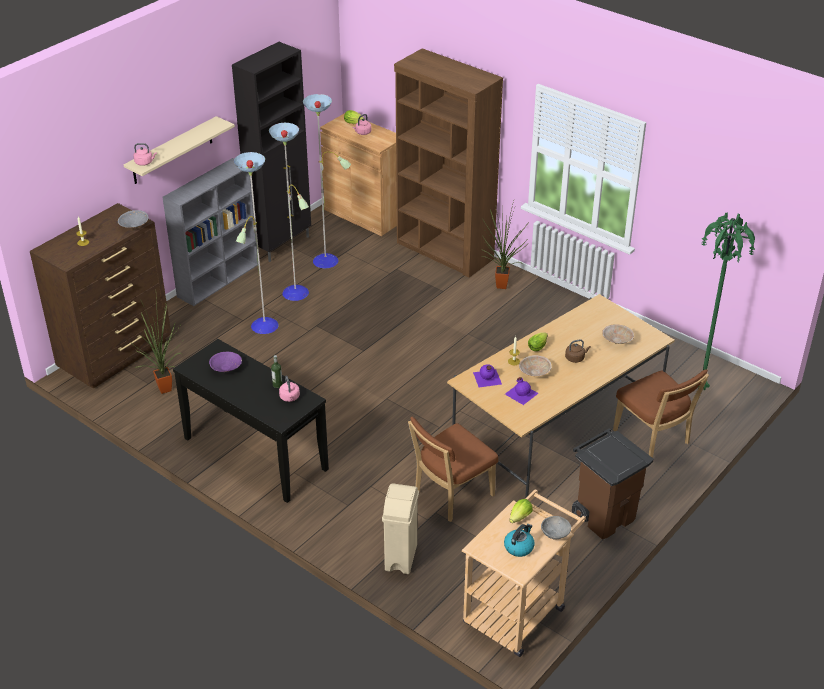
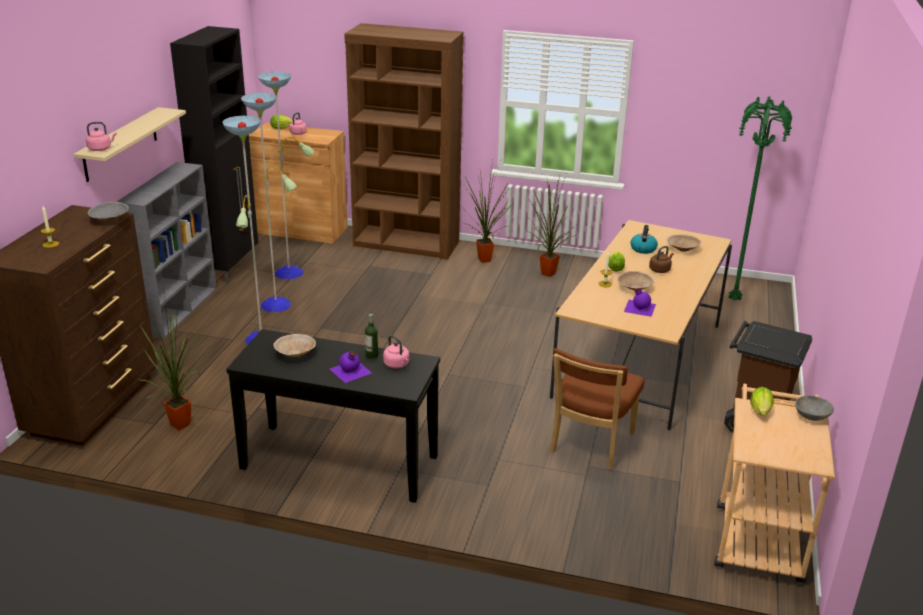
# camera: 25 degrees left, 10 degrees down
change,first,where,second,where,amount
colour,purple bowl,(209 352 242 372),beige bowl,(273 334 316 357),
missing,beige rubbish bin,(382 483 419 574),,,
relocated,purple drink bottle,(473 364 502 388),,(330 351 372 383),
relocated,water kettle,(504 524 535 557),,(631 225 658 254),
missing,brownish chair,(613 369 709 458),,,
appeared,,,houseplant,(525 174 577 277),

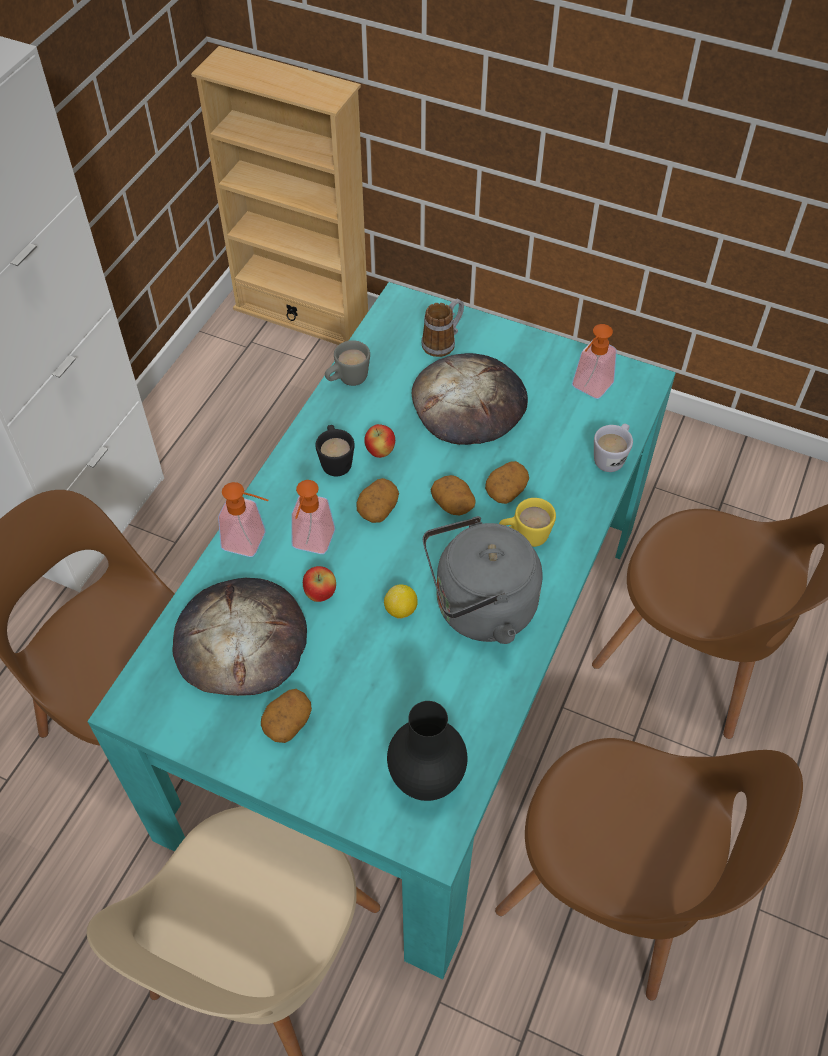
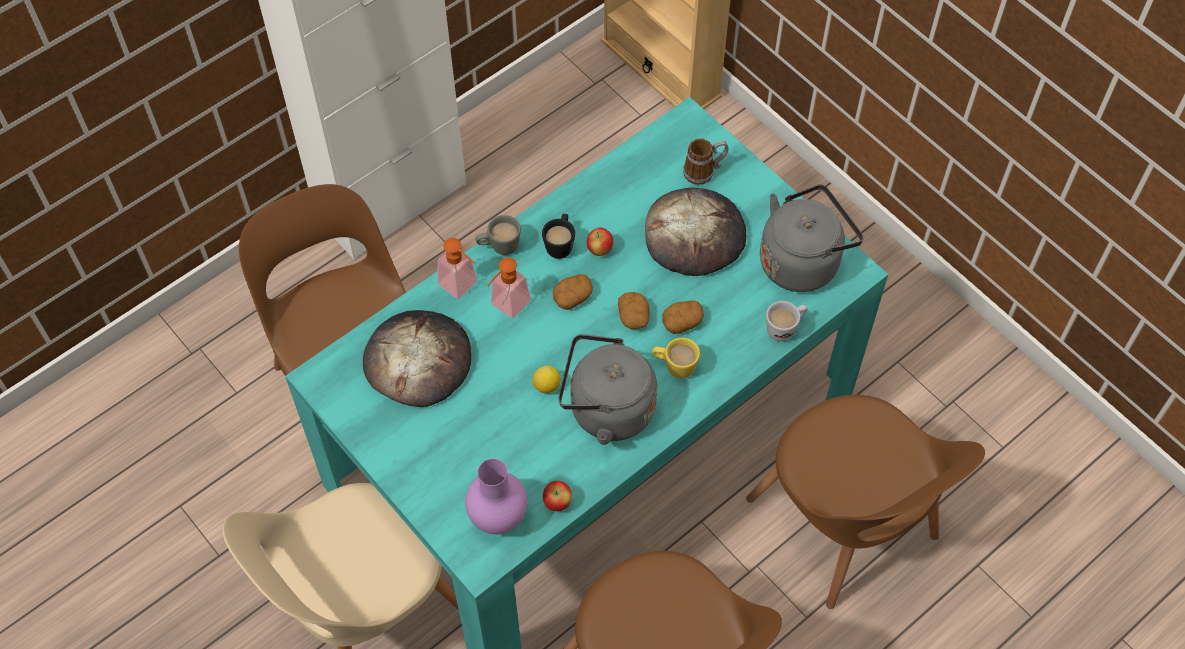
# camera: 25 degrees right, 5 degrees up
change,first,where,second,where,amount
missing,spud,(261 689 312 743),,,
relocated,apple fruit,(303 566 336 602),,(543 481 572 511),
relocated,gray tea mug,(325 340 370 386),,(475 215 521 255),
colour,black vase,(387 701 468 801),purple vase,(465 459 528 534),
exchanged,soap bottle,(572 324 617 399),gray water kettle,(760 184 864 292),

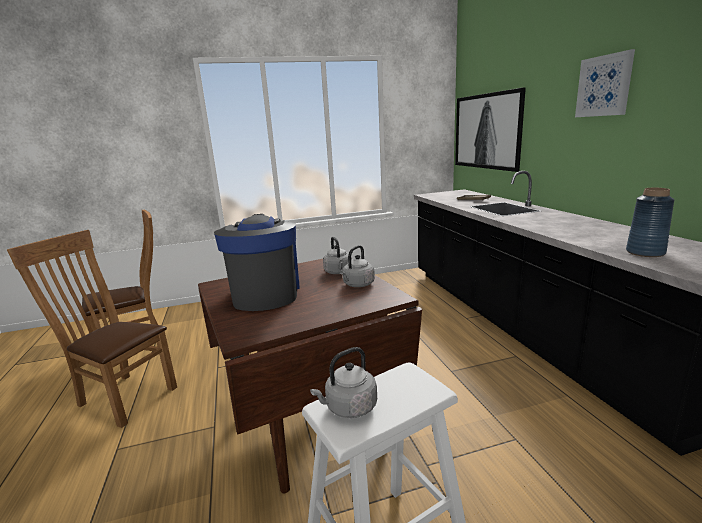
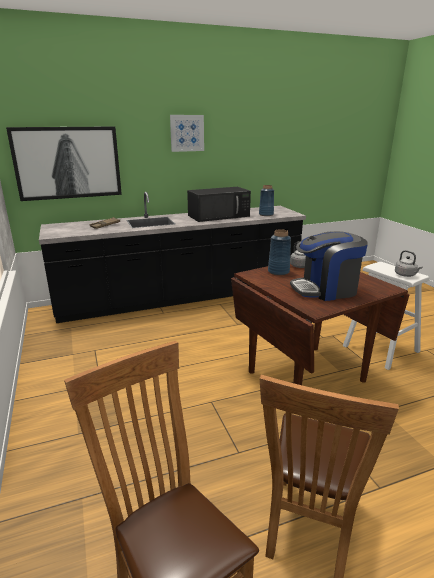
# camera: 95 degrees left, 5 degrees up
change,first,where,second,where,amount
exchanged,gray water kettle,(323 237 352 274),bluish vase,(268 229 291 275),
appeared,,,black microwave oven,(187 187 251 222),

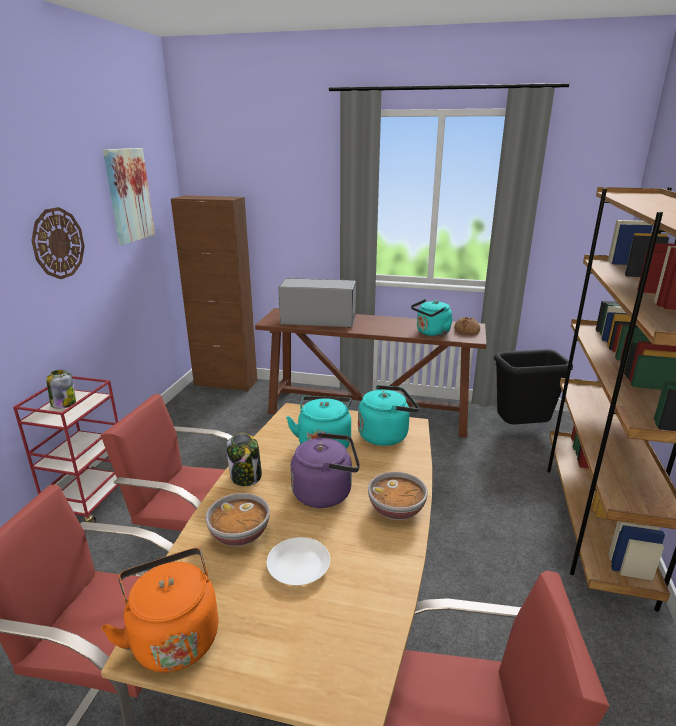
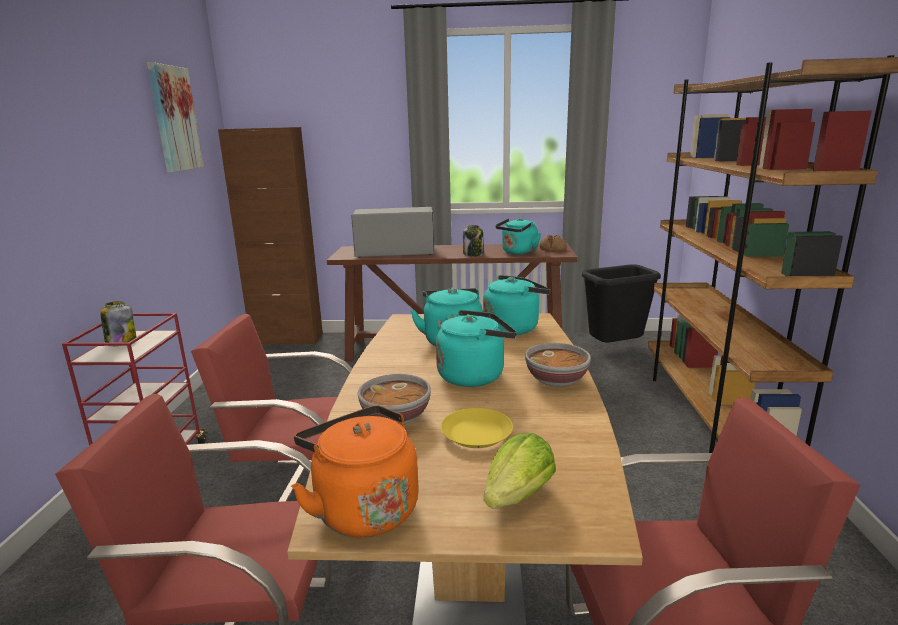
# camera: 10 degrees left, 5 degrees down
change,first,where,second,where,amount
missing,clock on the wall,(31 207 85 279),,,
relocated,storage jar,(226 433 262 486),,(463 225 483 257),
colour,white dinner plate,(267 537 330 585),yellowish dinner plate,(441 408 513 448),
colour,purple water kettle,(291 433 360 508),turquoise-coloured water kettle,(436 310 517 387),
appeared,,,head of lettuce,(484 433 556 509),

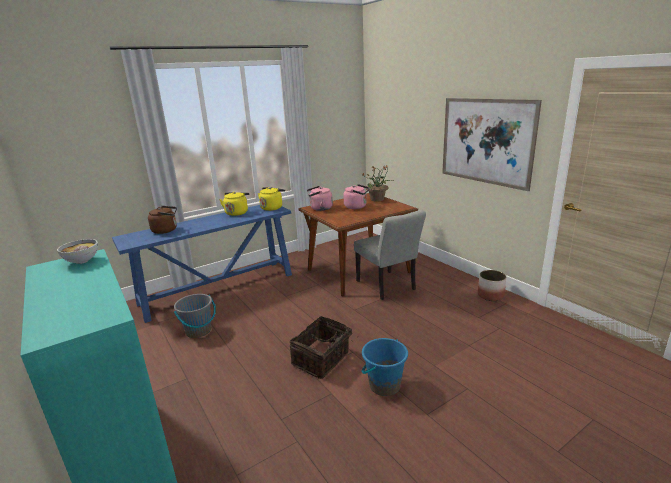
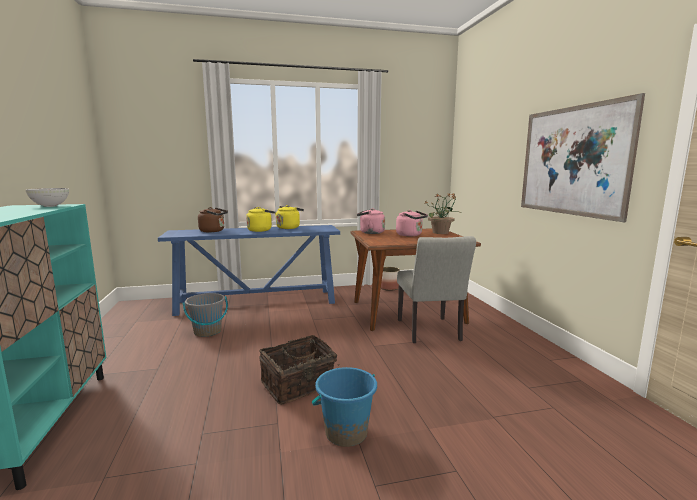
# camera: 20 degrees right, 10 degrees down
change,first,where,second,where,amount
relocated,yellowish water kettle,(258 187 285 211),,(246 207 275 232),
relocated,flower pot,(478 270 506 301),,(381 267 400 291),

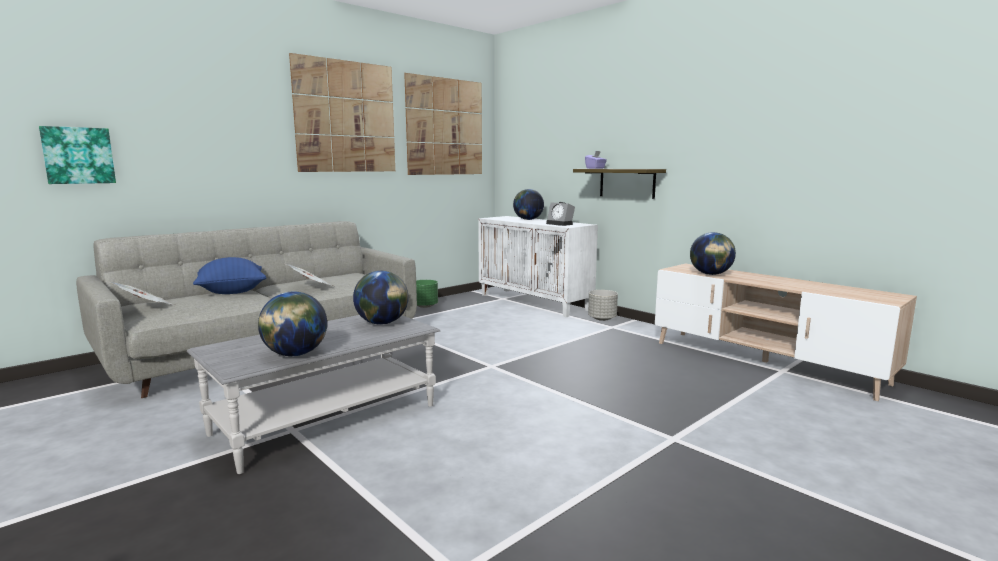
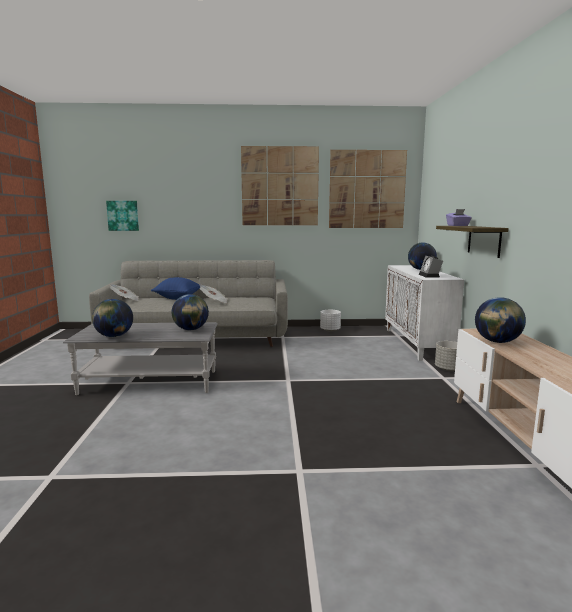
# camera: 40 degrees right, 0 degrees up
change,first,where,second,where,amount
colour,green-coloured flower pot,(416 280 438 308),white flower pot,(320 310 341 332),

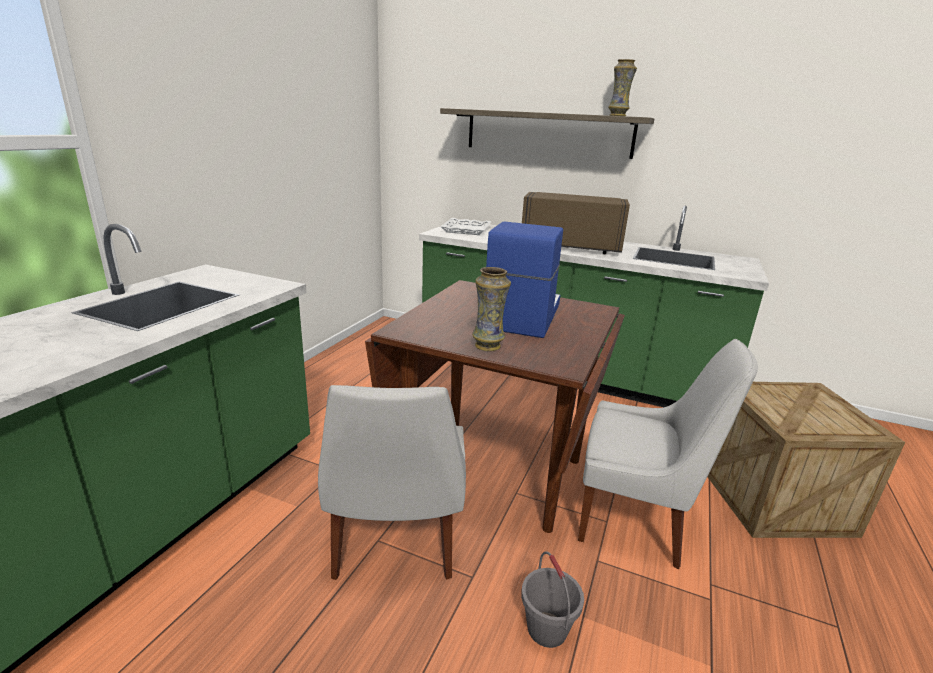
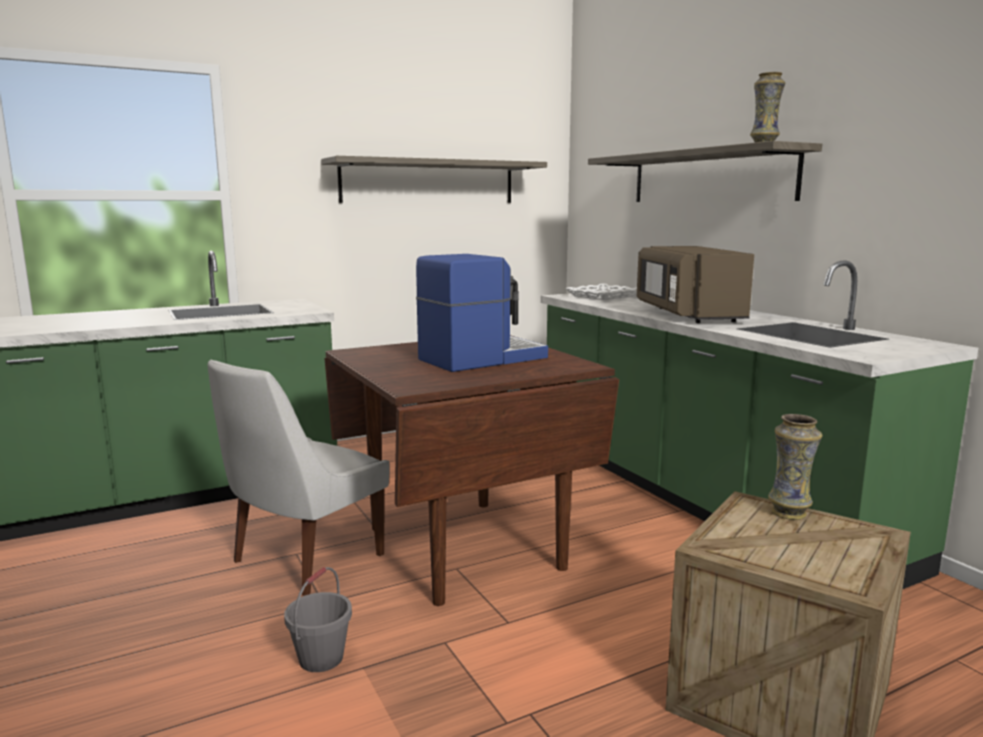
# camera: 40 degrees right, 10 degrees down
change,first,where,second,where,amount
relocated,vase,(472 267 511 351),,(768 414 822 520),
spun,brownish microwave oven,(522 192 630 254),,(637 246 754 323),150 degrees counterclockwise
missing,white chair,(578 339 758 569),,,
appeared,,,wall shelf,(321 156 547 203),

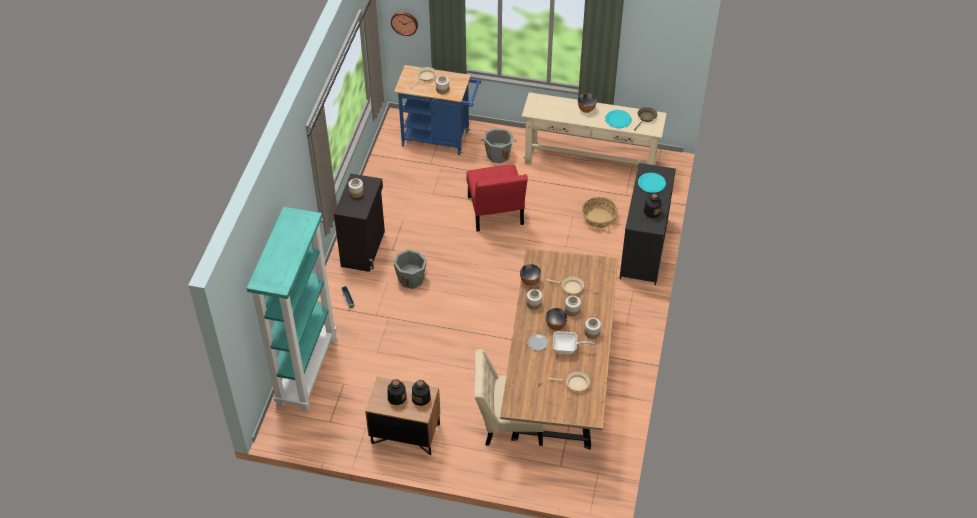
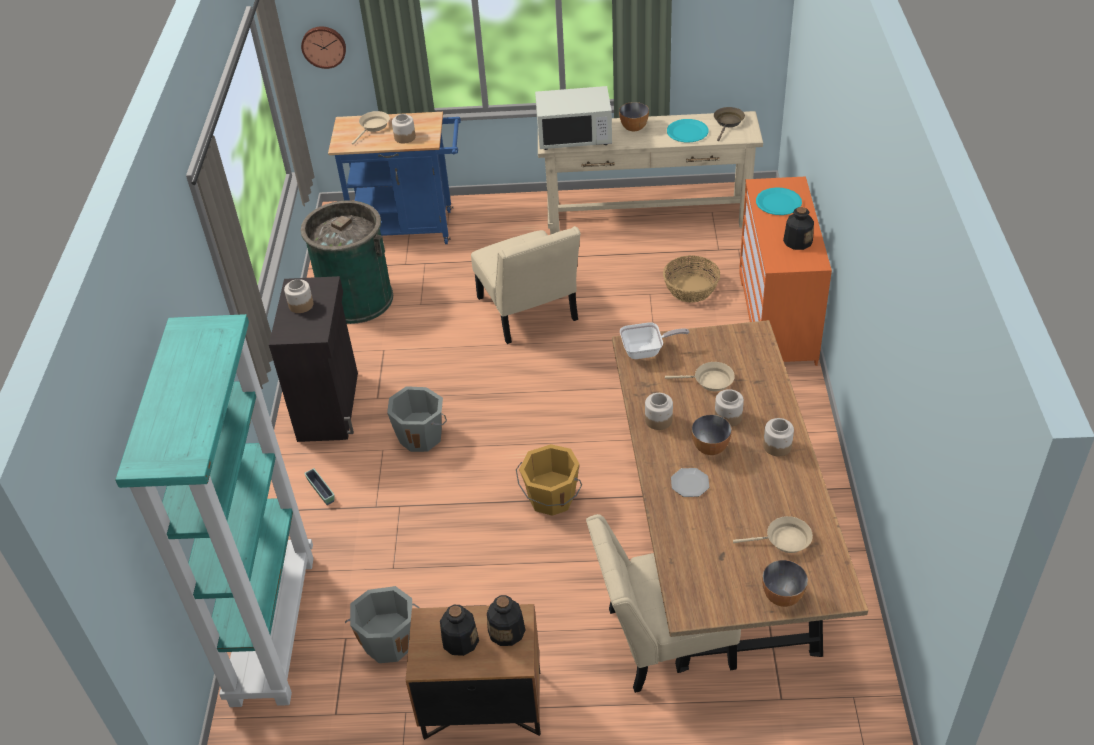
# camera: 10 degrees left, 5 degrees down
change,first,where,second,where,amount
colour,reddish chair,(466 165 528 231),beige chair,(471 226 581 344),
relocated,gray pail,(481 128 516 163),,(345 586 420 663),
relocated,bowl,(520 264 541 286),,(762 560 808 607),
relocated,pan,(553 331 595 354),,(620 323 689 359),
colour,black drawer chest,(620 163 676 285),orangey drawer chest,(739 177 832 366),
appeared,,,green-coloured rubbish bin,(301 200 393 324),
appeared,,,orangey pail,(516 444 582 516),
appeared,,,white microwave oven,(535 86 612 150),

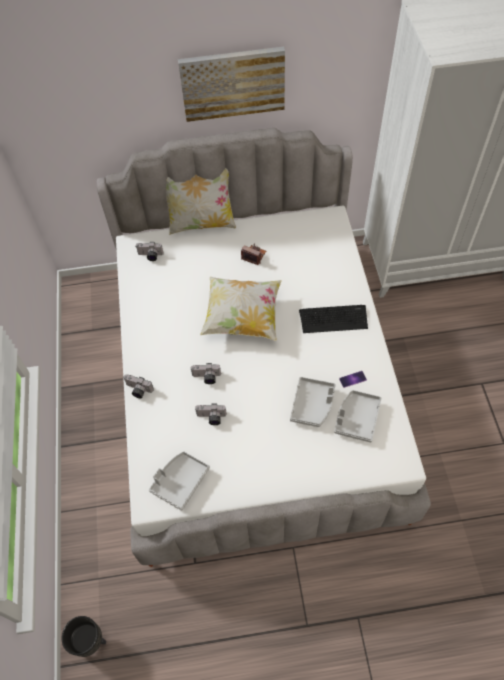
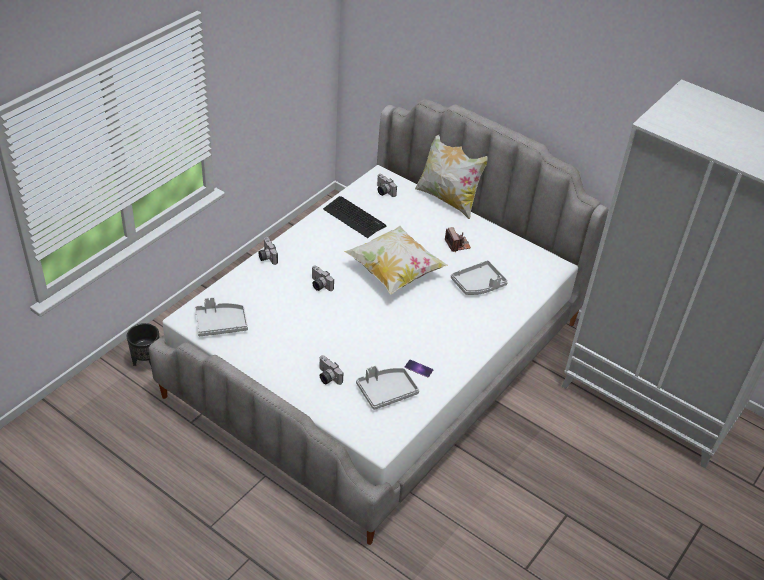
# camera: 40 degrees right, 15 degrees down
change,first,where,second,where,amount
relocated,black flower pot,(61 616 106 657),,(127 323 160 369),
missing,wall picture,(178 47 285 122),,,
relocated,photo camera,(195 404 227 425),,(319 355 343 385),
relocated,gray tray,(290 377 336 427),,(451 260 508 295),
relocated,computer keyboard,(299 305 368 333),,(323 196 386 238),

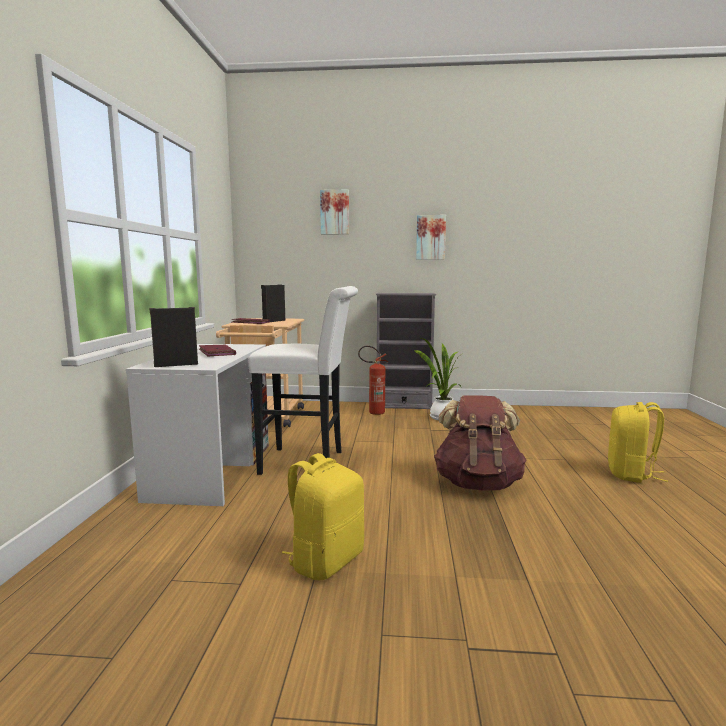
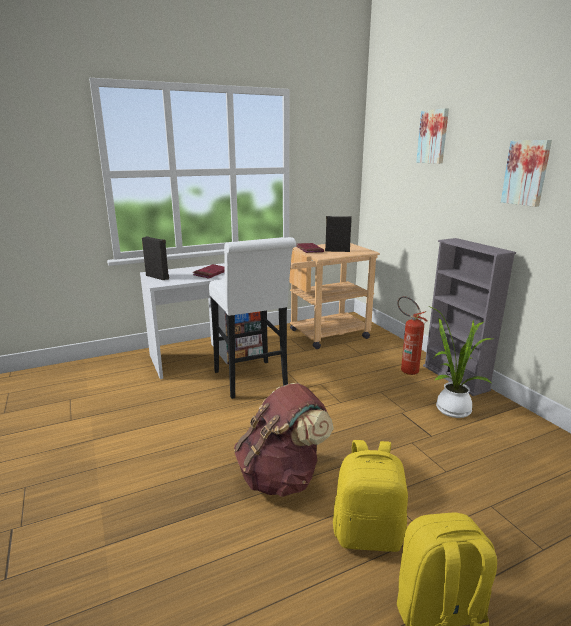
# camera: 60 degrees right, 10 degrees up
change,first,where,second,where,amount
relocated,yellowish rucksack,(282 453 364 580),,(333 440 408 552),

